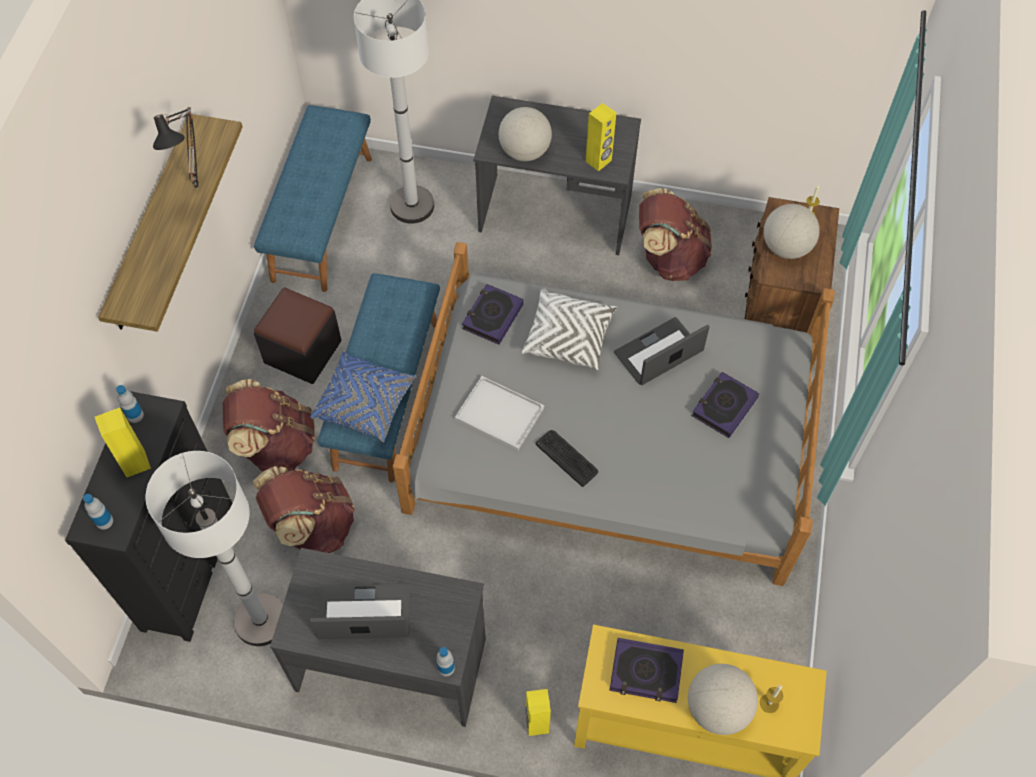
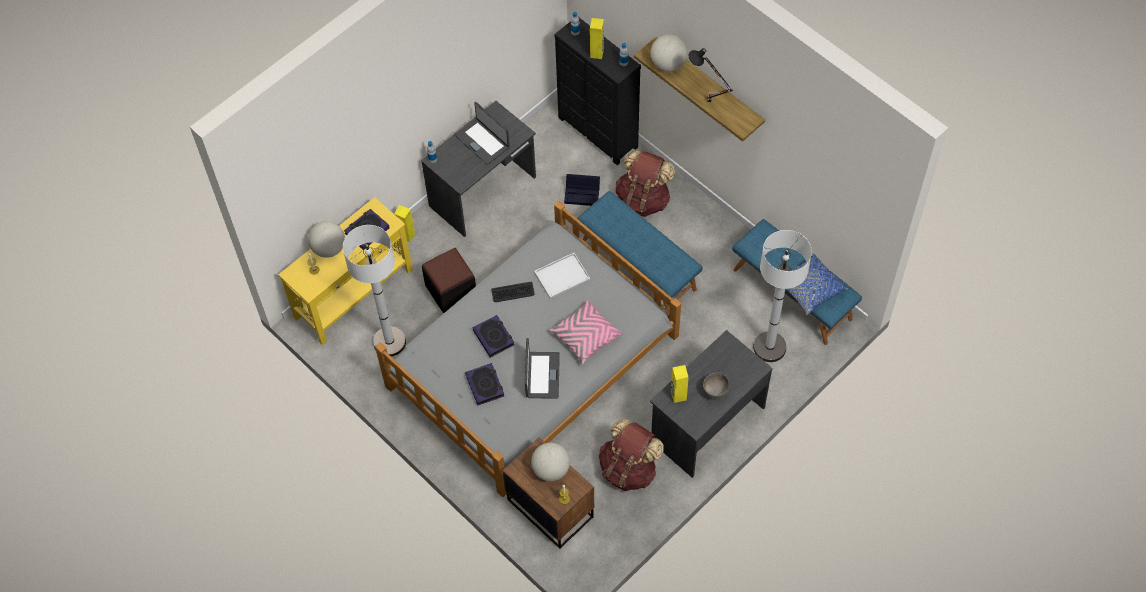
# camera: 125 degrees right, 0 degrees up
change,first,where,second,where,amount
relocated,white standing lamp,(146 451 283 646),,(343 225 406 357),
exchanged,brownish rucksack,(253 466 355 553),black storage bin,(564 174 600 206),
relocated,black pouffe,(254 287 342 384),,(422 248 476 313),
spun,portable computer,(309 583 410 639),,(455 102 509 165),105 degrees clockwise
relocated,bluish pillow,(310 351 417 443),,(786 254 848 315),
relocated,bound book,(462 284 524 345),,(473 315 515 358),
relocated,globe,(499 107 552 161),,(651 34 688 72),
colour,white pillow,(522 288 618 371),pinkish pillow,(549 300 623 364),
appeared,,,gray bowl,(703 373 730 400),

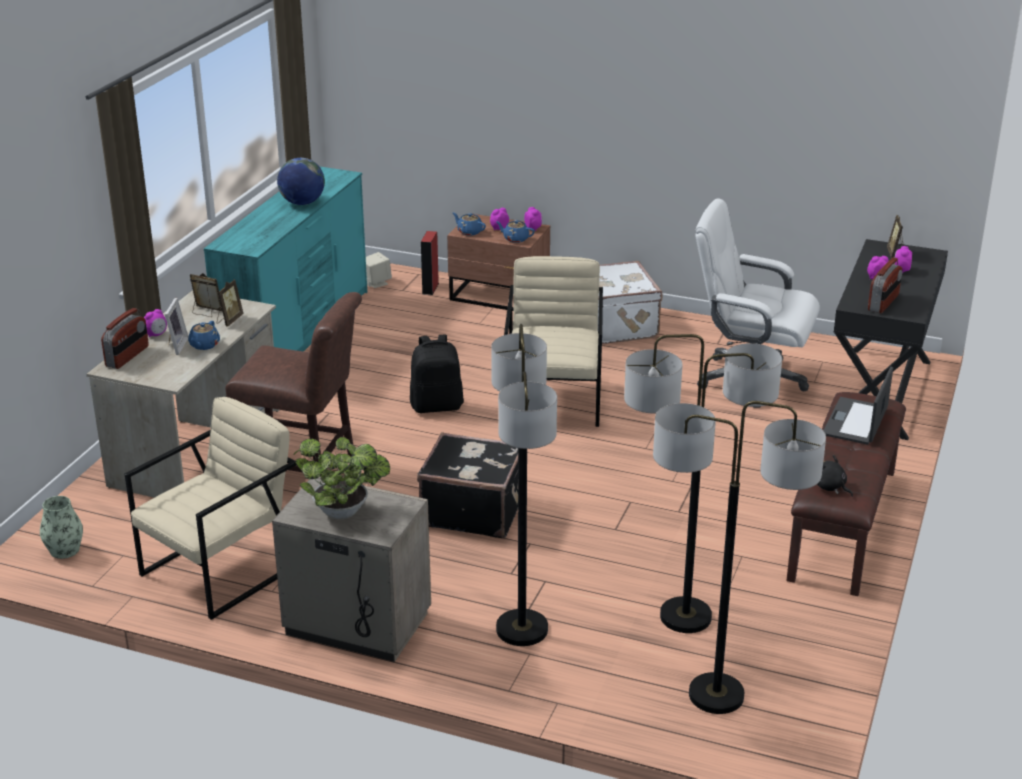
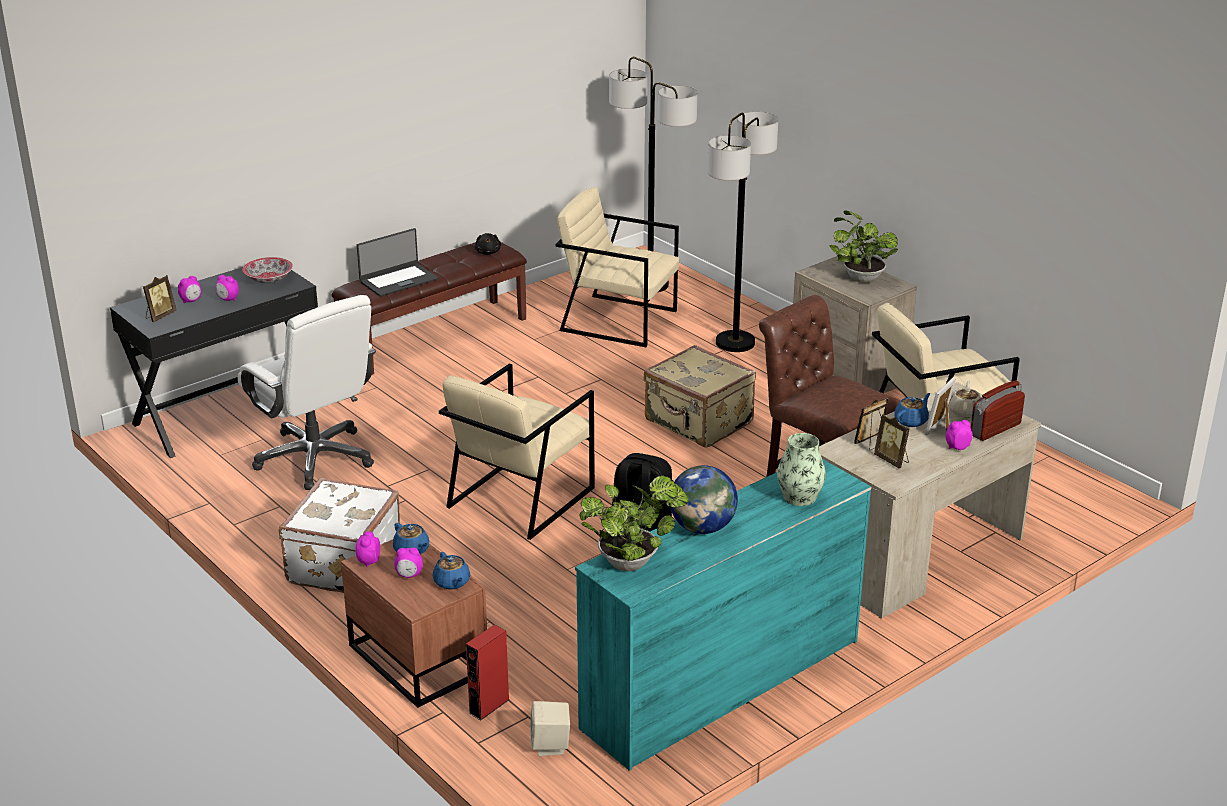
# camera: 150 degrees left, 0 degrees up
change,first,where,second,where,amount
relocated,vase,(40 496 83 559),,(777 433 826 506),
colour,black suitcase,(417 432 518 538),beige suitcase,(643 345 756 448),
exchanged,standing lamp,(624 334 782 633),beige easy chair,(555 187 679 347),
exchanged,radio receiver,(868 257 902 313),bowl,(243 257 293 283),
appeared,,,houseplant,(579 475 689 571),
appeared,,,beige pot for tea,(949 380 981 418),

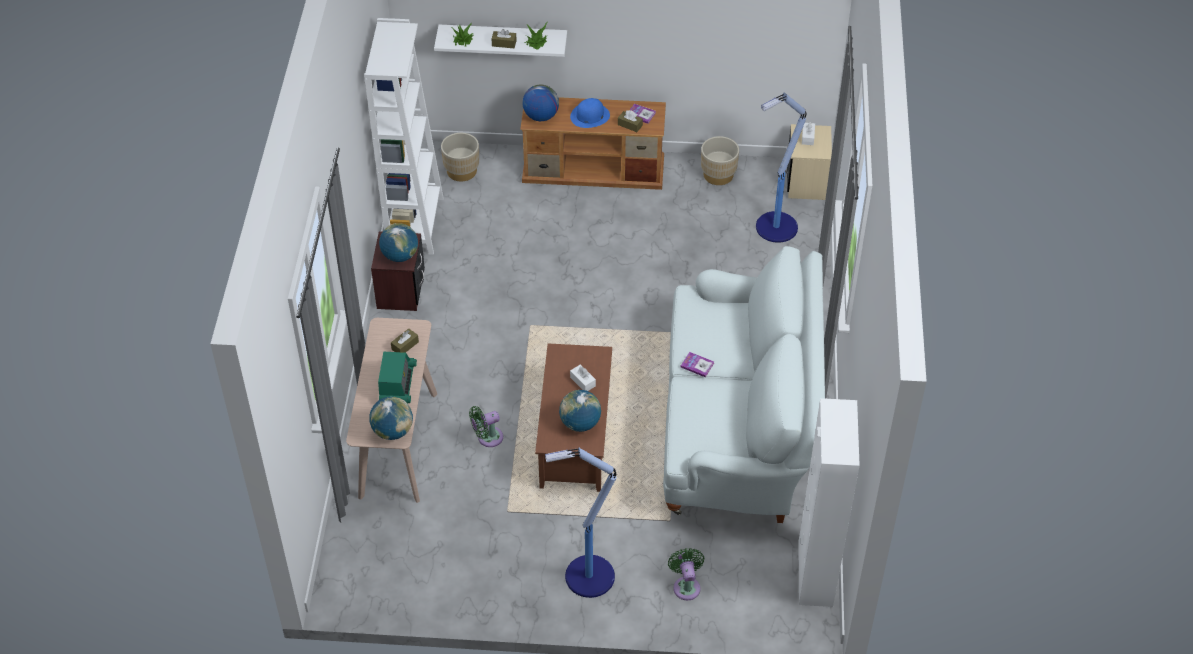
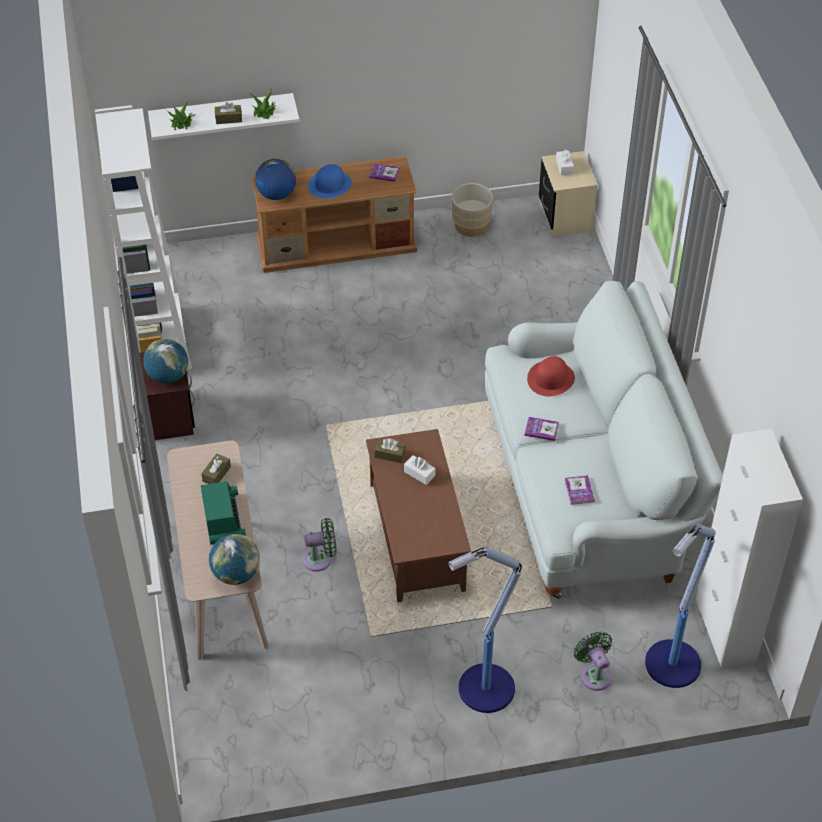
# camera: 15 degrees left, 0 degrees up
change,first,where,second,where,amount
missing,beige flower pot,(441 133 479 182),,,
spun,green-coloured fan,(469 406 503 447),,(303 518 336 571),150 degrees counterclockwise
missing,globe,(559 390 601 432),,,
relocated,brownish box of tissues,(618 110 643 132),,(374 438 406 463),
relocated,standing lamp,(756 93 806 243),,(645 523 715 688),
appeared,,,reddish hat,(527 356 575 396),
appeared,,,bound book,(565 475 595 505),

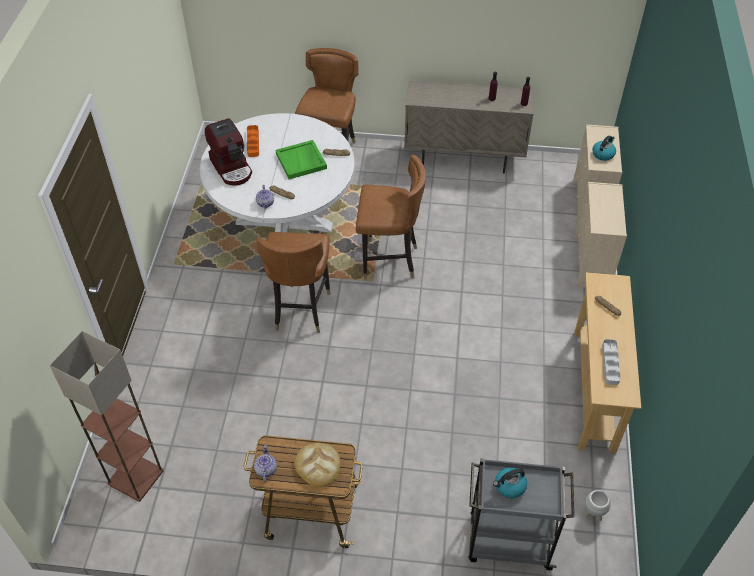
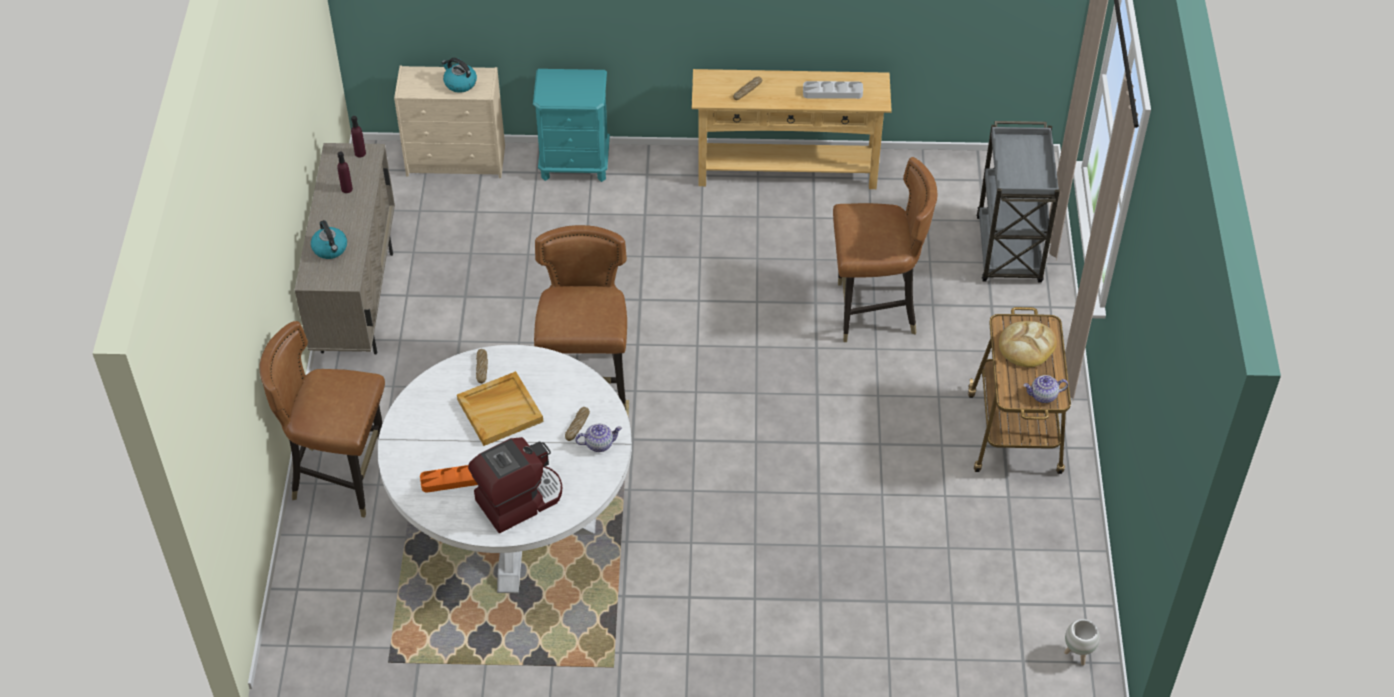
# camera: 95 degrees left, 0 degrees up
change,first,where,second,where,amount
missing,standing lamp,(50 331 164 502),,,
relocated,brownish chair,(256 232 330 333),,(833 157 938 342),
colour,green-coloured tray,(276 140 327 179),beige tray,(457 371 543 446),
relocated,water kettle,(493 467 527 498),,(311 220 347 259),
exchanged,beige drawer chest,(575 182 627 288),turquoise-coloured nightstand,(533 69 610 182),
relocated,white flower pot,(584 490 611 521),,(1064 619 1100 665),

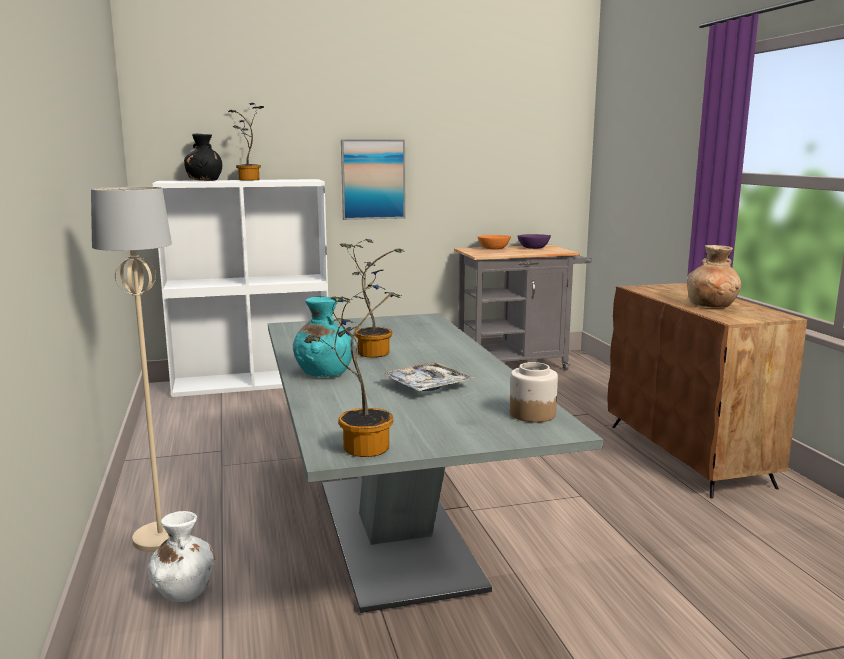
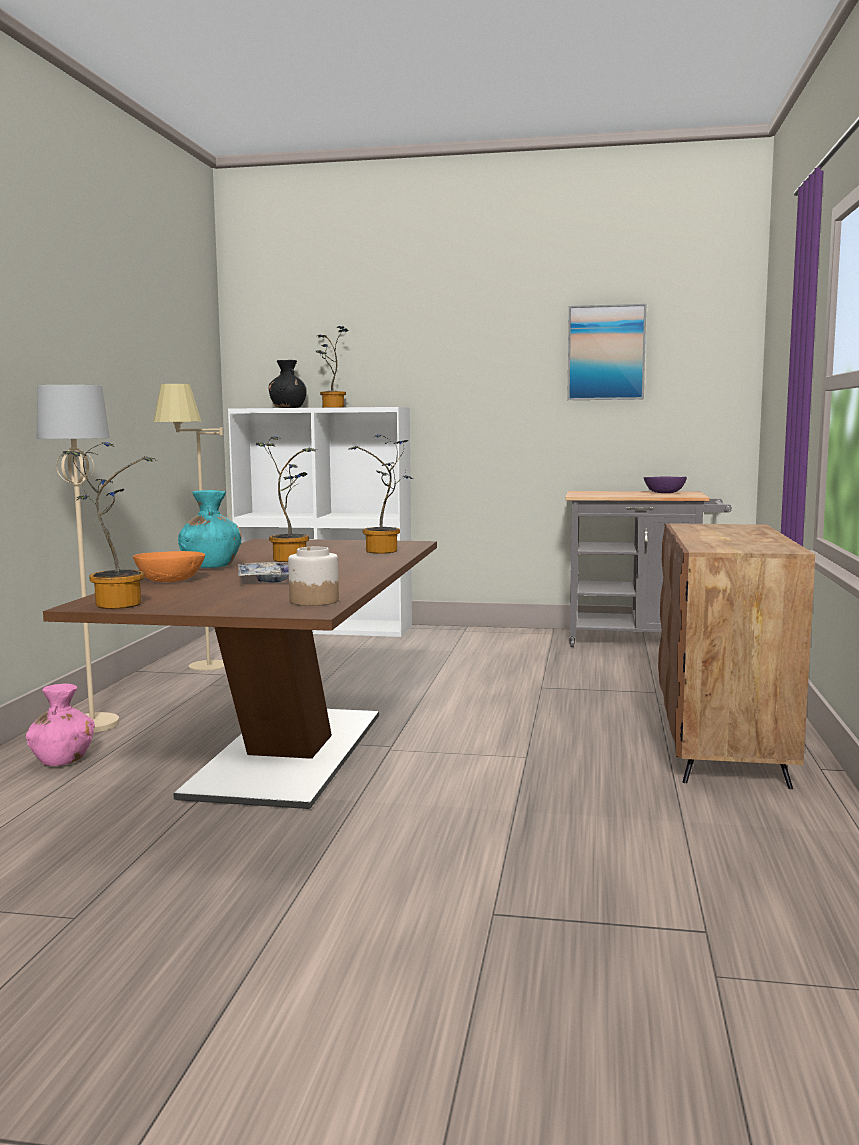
# camera: 25 degrees right, 5 degrees down
change,first,where,second,where,amount
colour,white vase,(147 511 215 602),pinkish vase,(26 684 95 766),
colour,gray dinner table,(268 313 603 613),brownish dinner table,(43 539 437 809),
relocated,wall picture,(341 139 406 220),,(567 304 646 400),
relocated,orangey bowl,(478 235 511 250),,(133 551 205 582),
missing,brownish vase,(687 245 741 308),,,
appeared,,,beige standing lamp,(153 384 225 671),
appeared,,,houseplant,(349 435 413 554),

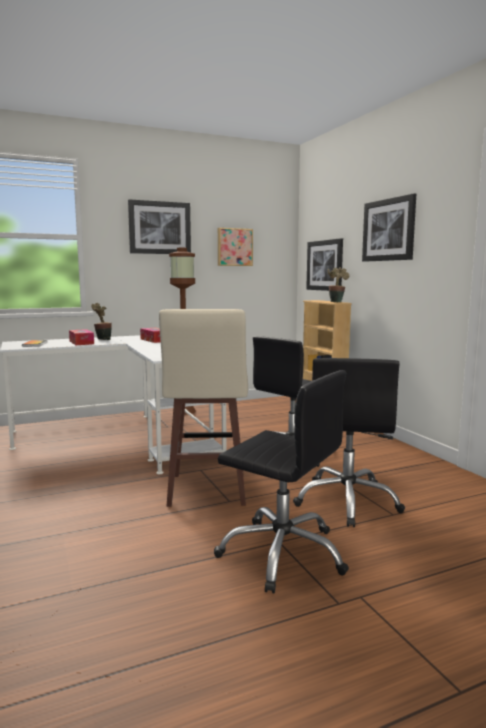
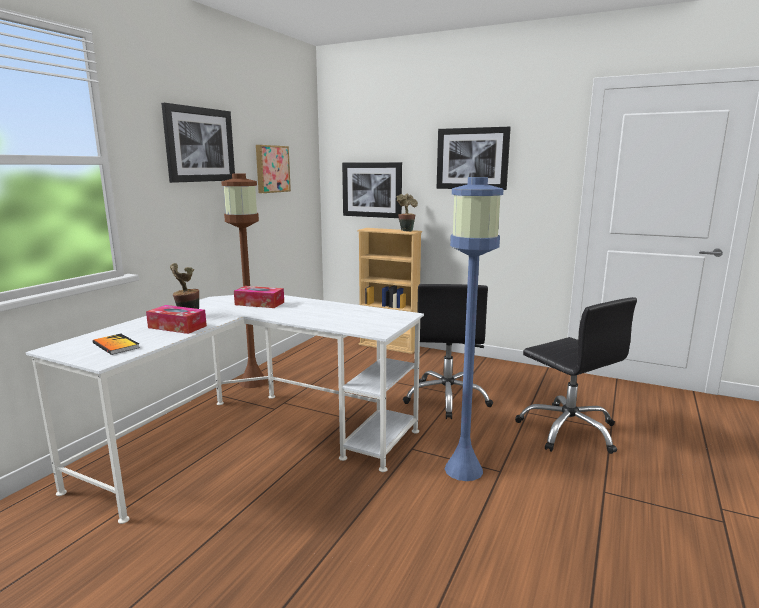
# camera: 40 degrees left, 5 degrees up
change,first,where,second,where,amount
exchanged,beige stool seat,(159 309 248 507),bluish standing lamp,(445 177 503 481),
missing,black desk chair,(214 370 349 593),,,

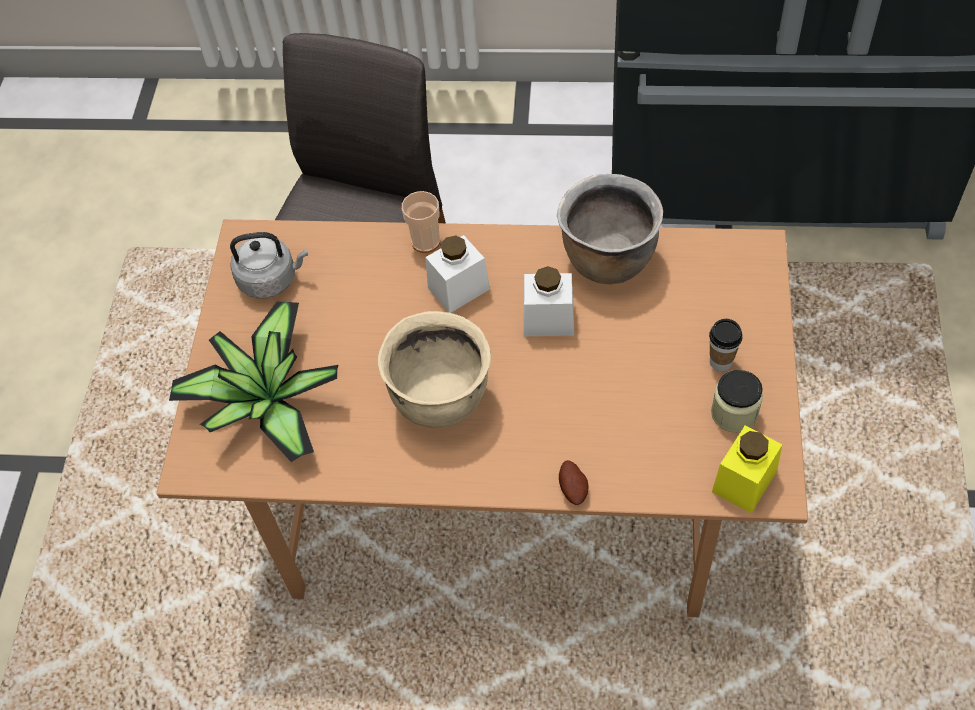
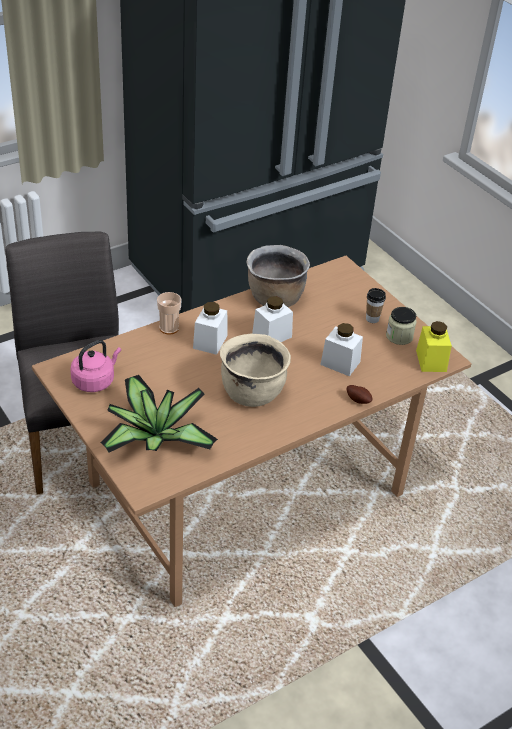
# camera: 45 degrees left, 15 degrees down
change,first,where,second,where,amount
colour,gray water kettle,(230 232 308 299),pinkish water kettle,(70 340 121 392),
appeared,,,white storage jar,(320 323 363 376),

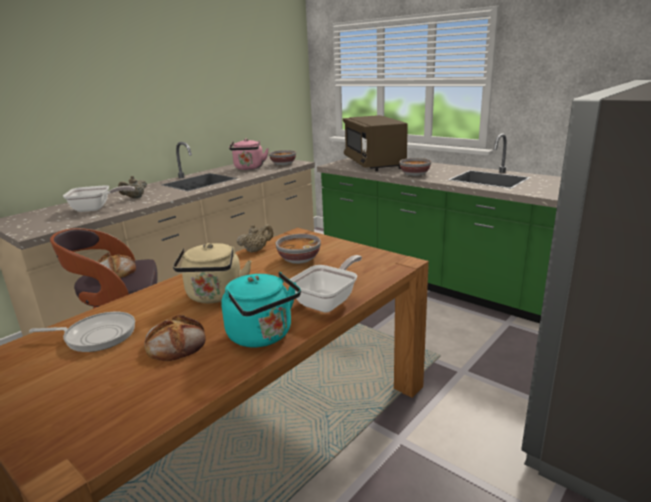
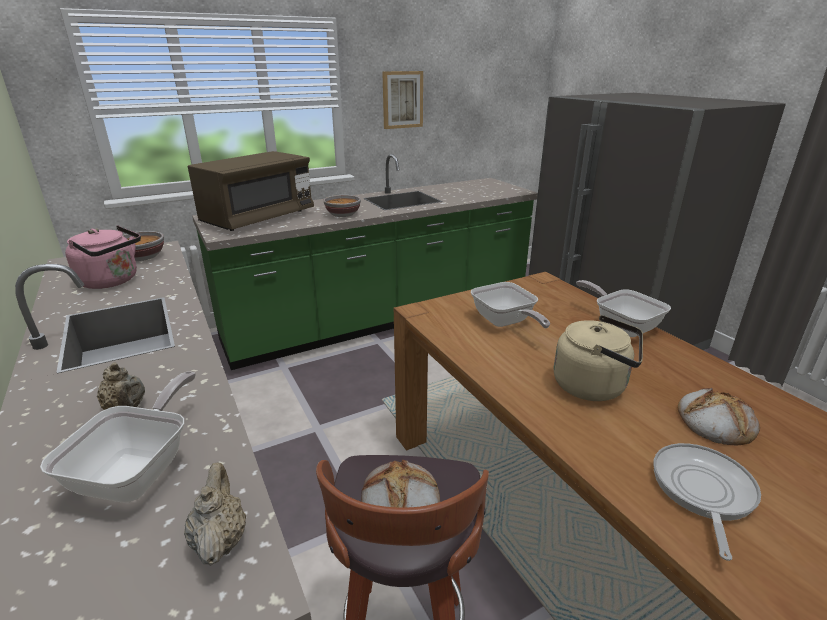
# camera: 70 degrees left, 5 degrees up
change,first,where,second,where,amount
missing,turquoise-coloured water kettle,(221 272 301 347),,,
relocated,beige pot for tea,(237 224 273 252),,(184 462 246 566),
exchanged,bowl,(276 234 321 264),pan,(471 282 550 328),
spun,brownish microwave oven,(343 115 408 171),,(188 151 314 231),60 degrees counterclockwise
appeared,,,wall picture,(382 71 423 129),

